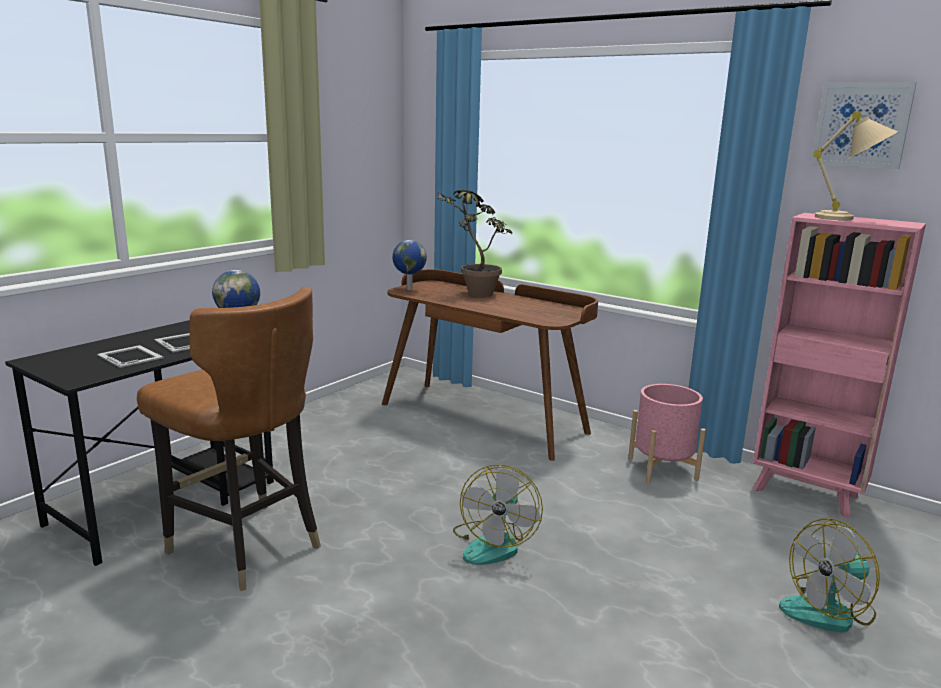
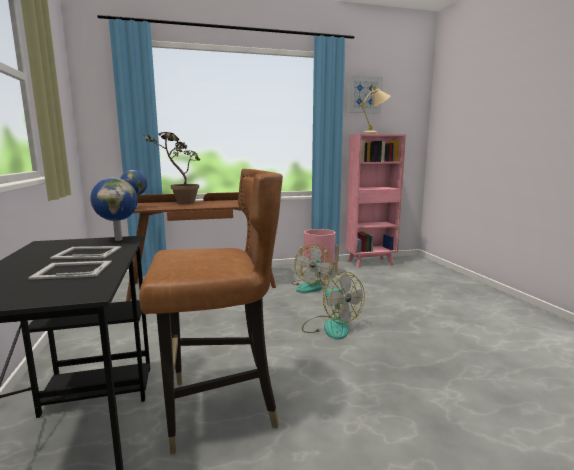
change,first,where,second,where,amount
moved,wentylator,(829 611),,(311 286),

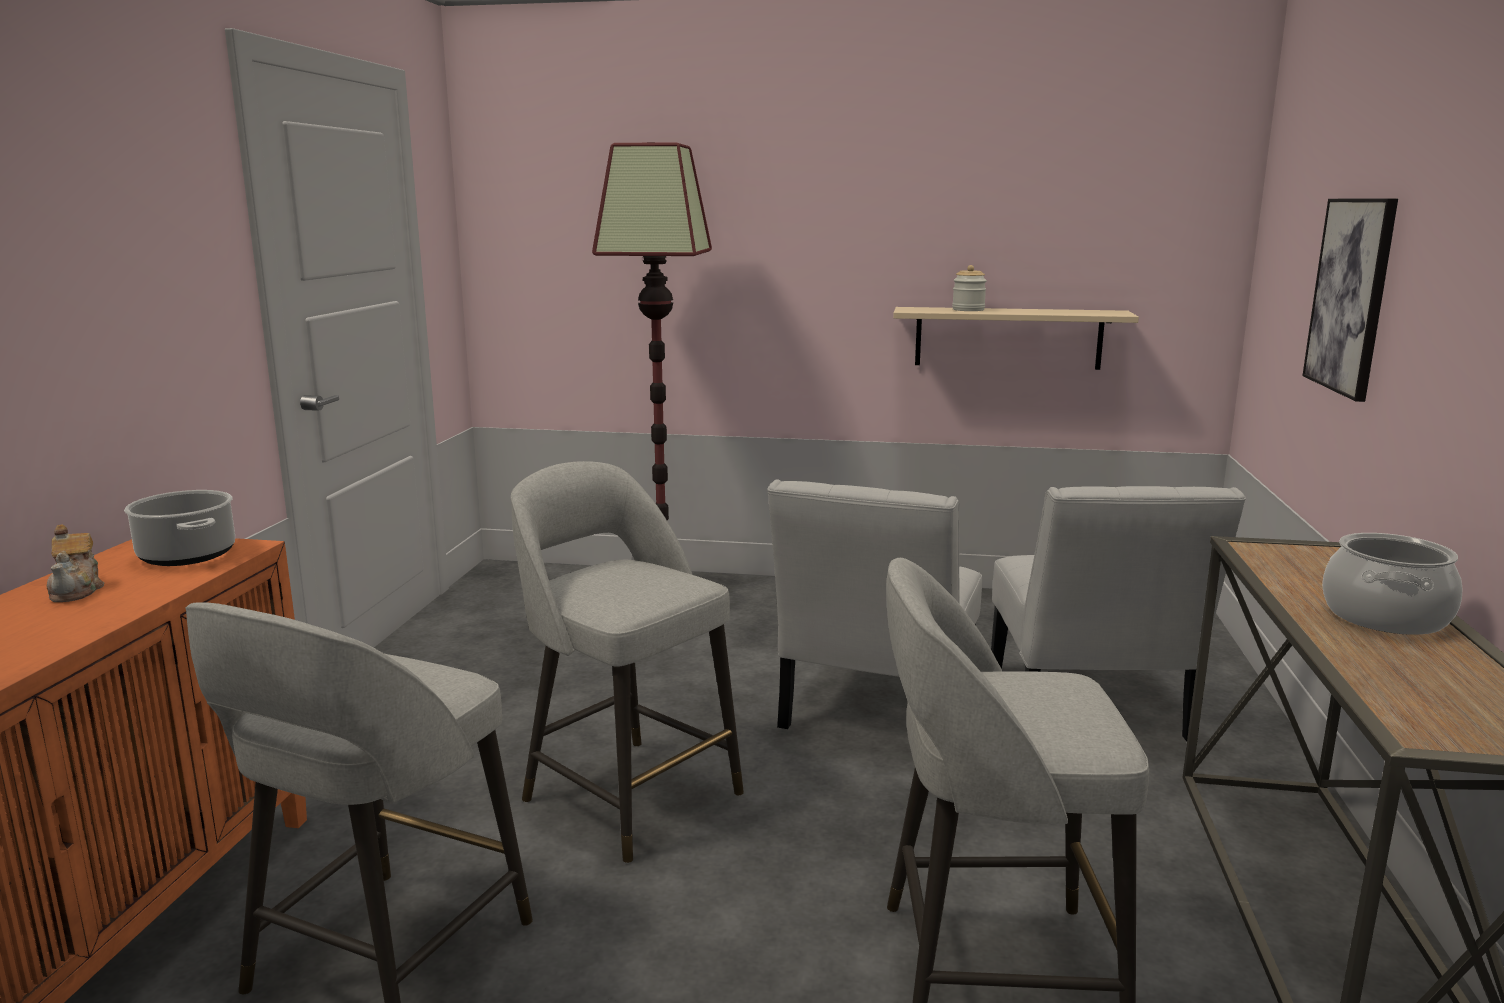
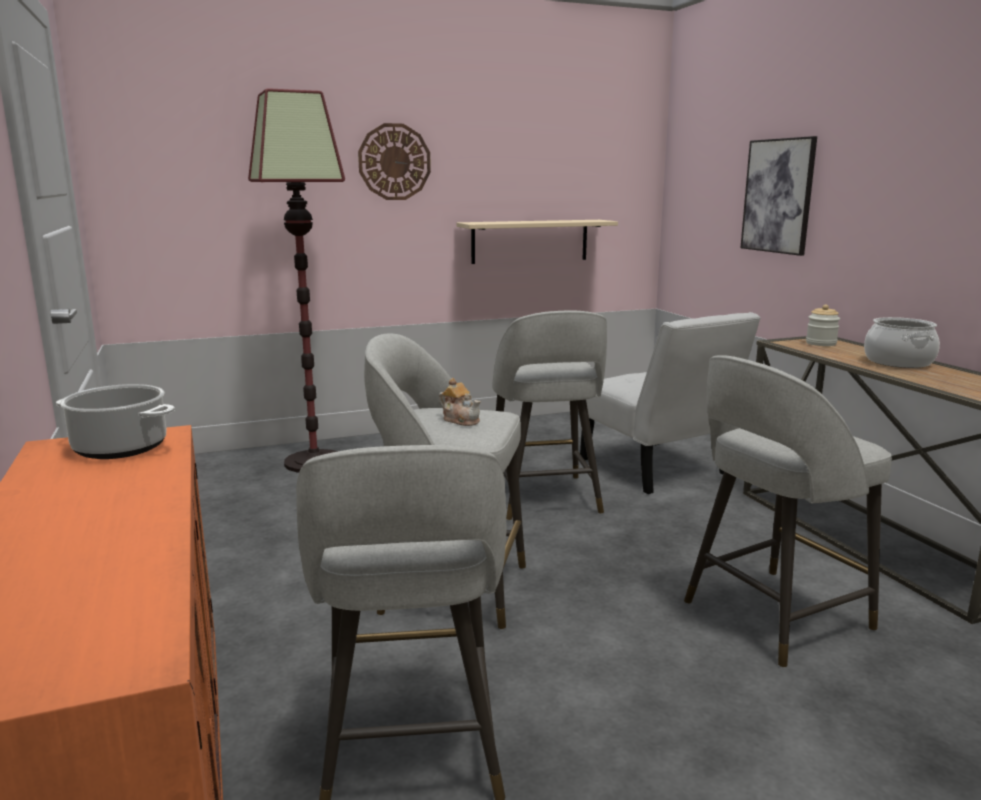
change,first,where,second,where,amount
added,,,zegar ścienny,(394 162),
moved,imbryk,(77 590),,(461 420),
moved,słoik,(968 310),,(821 343),
replaced,krzesło/biały,(875 711),stołek/szary,(545 499),

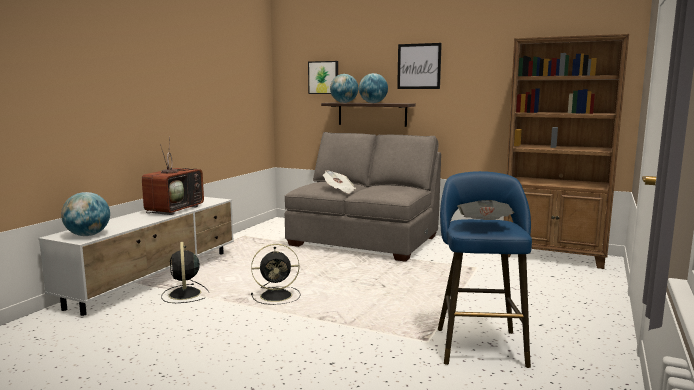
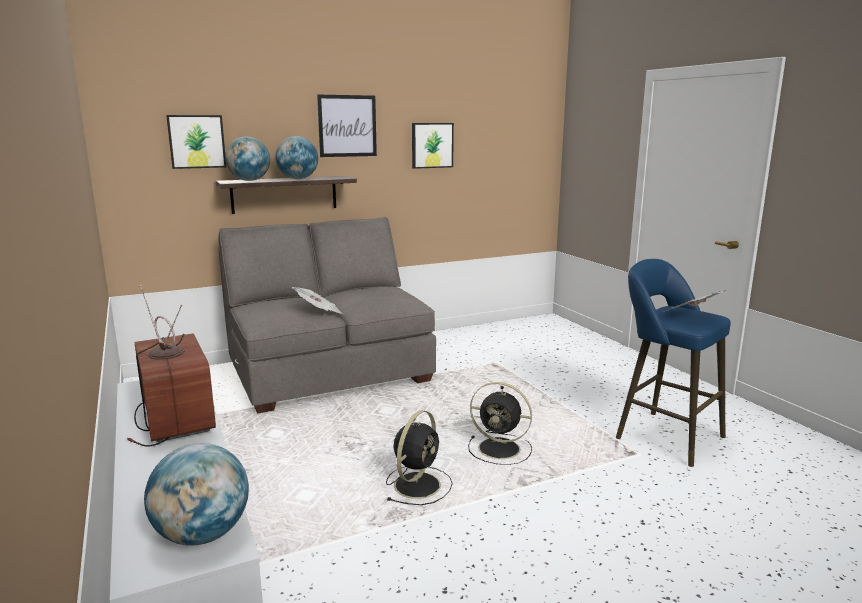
change,first,where,second,where,amount
removed,regał/brązowy,(554 256),,,
added,,,obraz,(431 145),
moved,wentylator/czarny,(185 294),,(501 449),

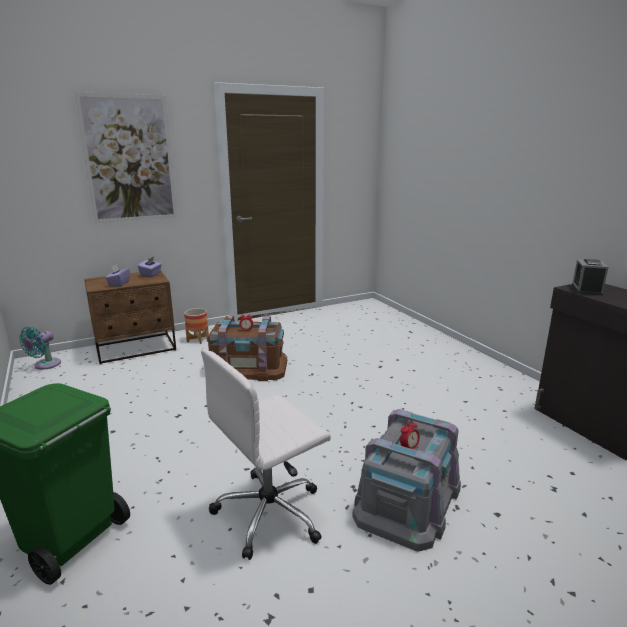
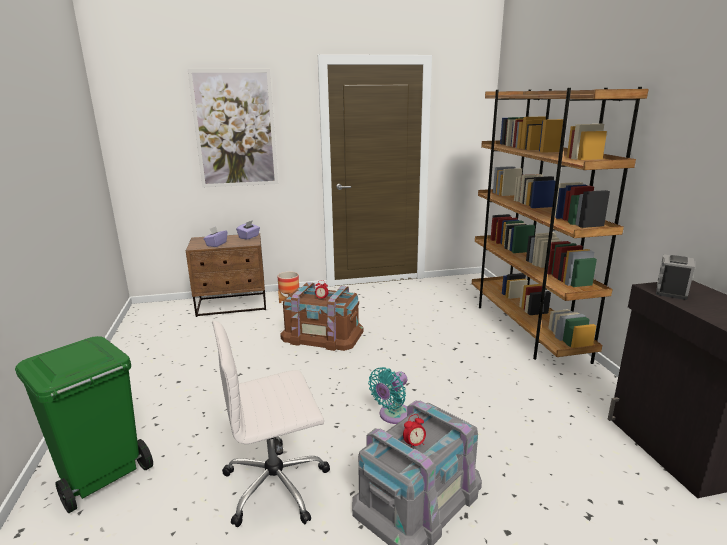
change,first,where,second,where,amount
added,,,regał/brązowy,(525 328),
moved,wentylator/turkusowy,(45 365),,(392 415),

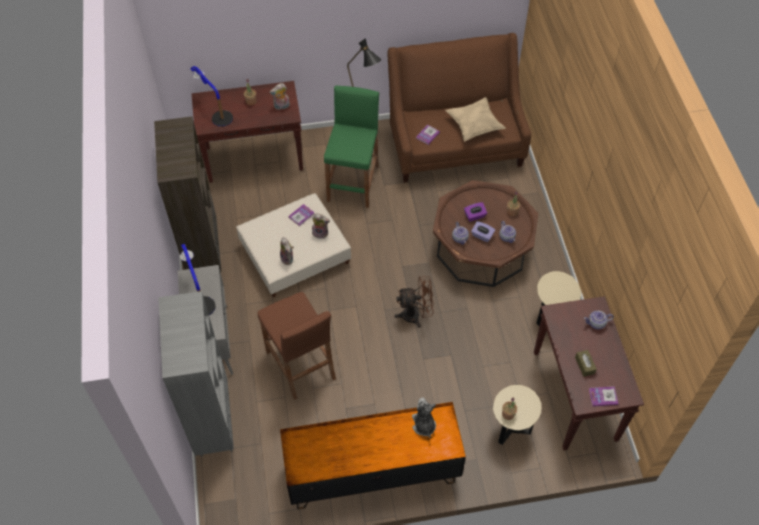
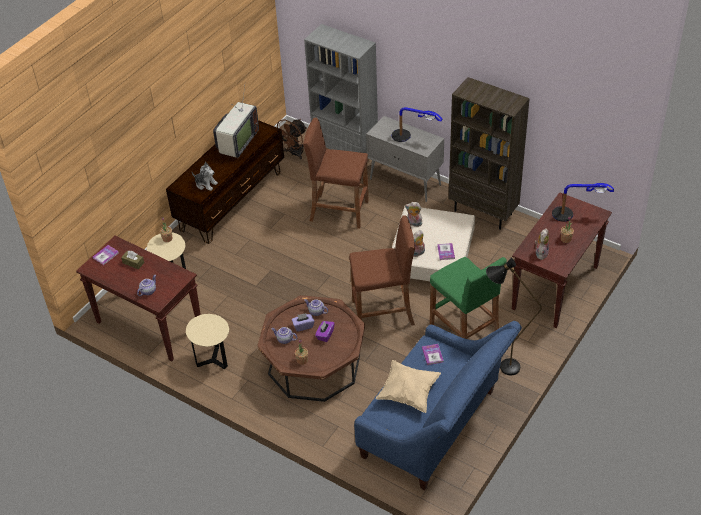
change,first,where,second,where,amount
added,,,telewizor,(237 143),
added,,,stołek/brązowy,(383 313),
moved,wentylator/brązowy,(416 315),,(293 153),
recoloured,kanapa/brązowy,(454 145),kanapa/niebieski,(436 427),

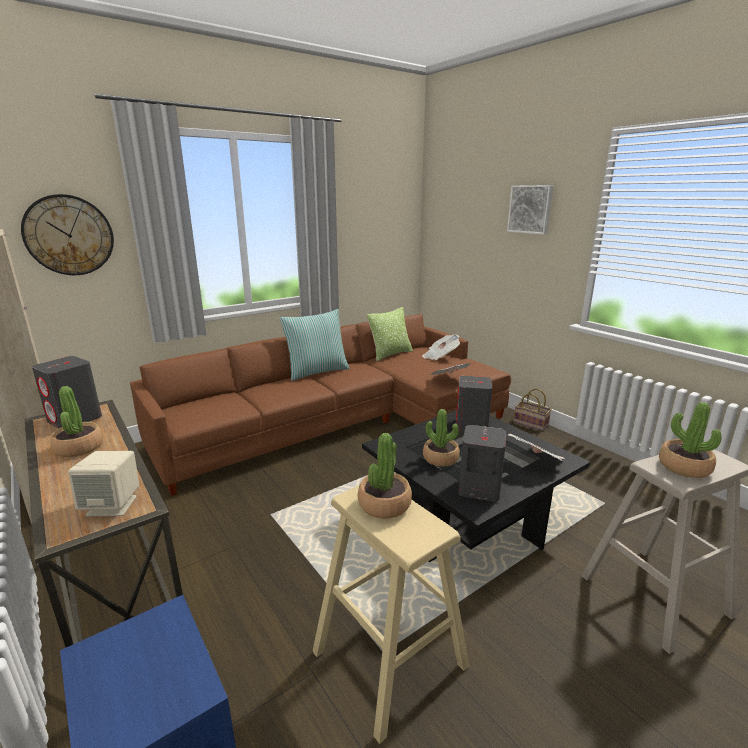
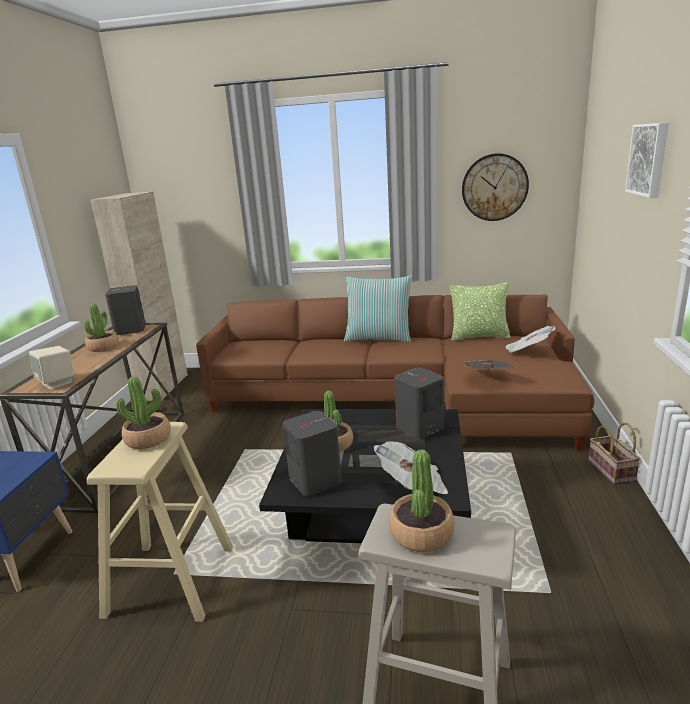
change,first,where,second,where,amount
moved,zegar ścienny,(69 235),,(494 187),

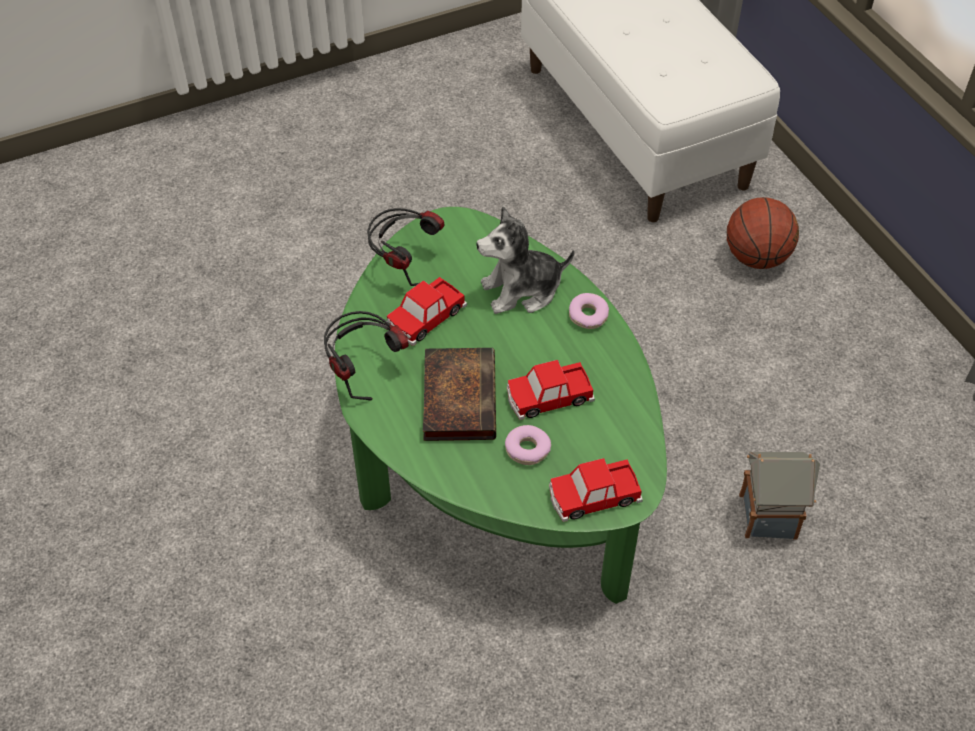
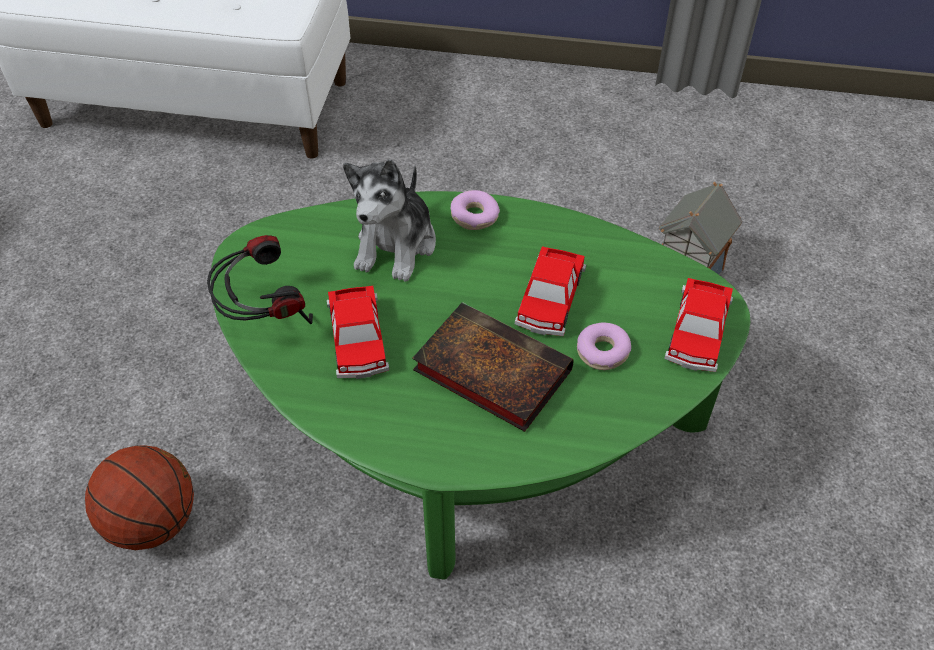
change,first,where,second,where,amount
removed,słuchawki,(364 370),,,
moved,piłka do koszykówki,(756 258),,(153 521),

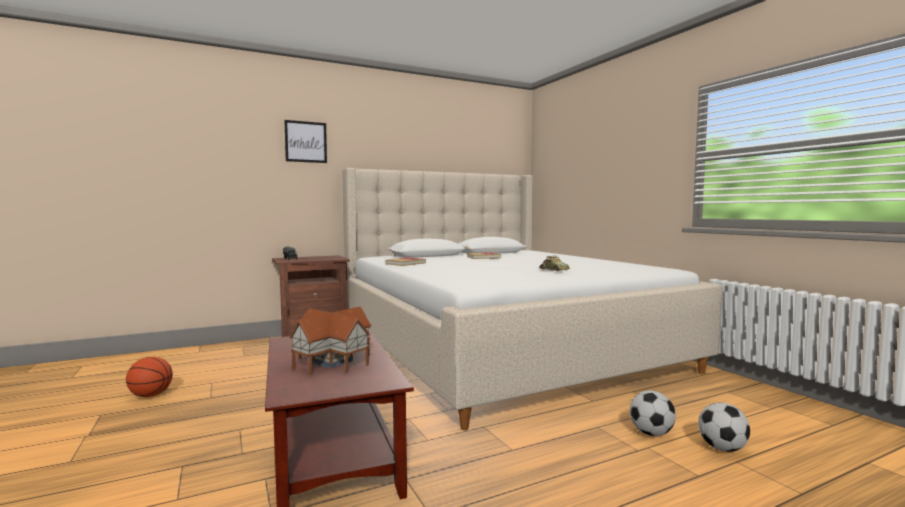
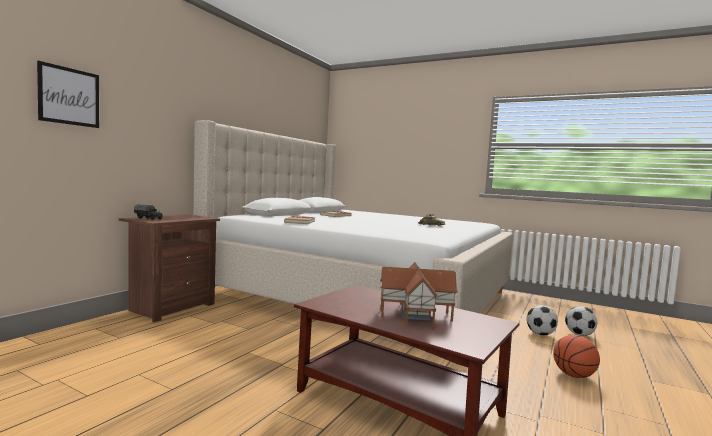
change,first,where,second,where,amount
moved,piłka do koszykówki,(150 395),,(574 375),
moved,obraz,(306 142),,(69 96),

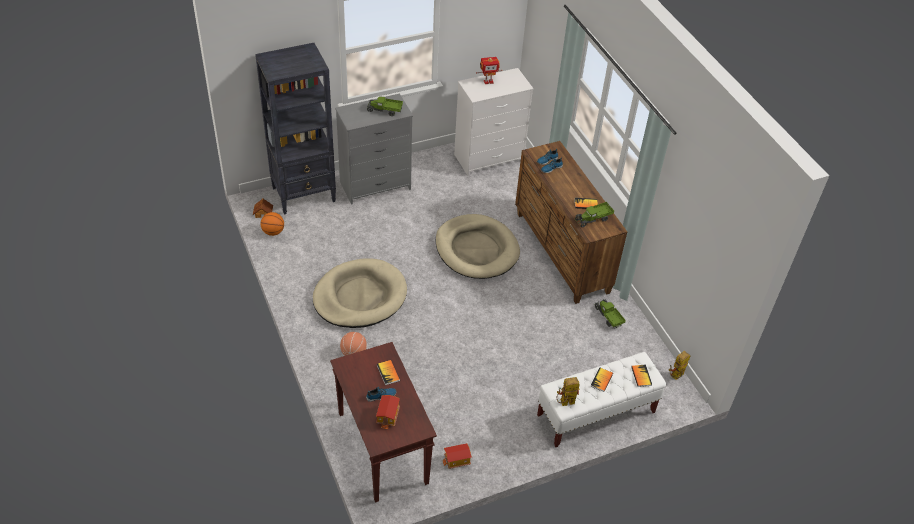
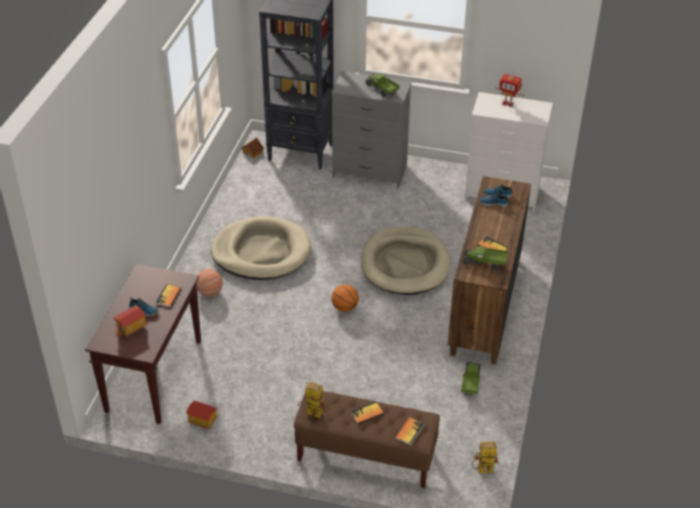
change,first,where,second,where,amount
moved,piłka do koszykówki,(273 232),,(345 307),
recoloured,ławka/biały,(595 414),ławka/brązowy,(365 456),

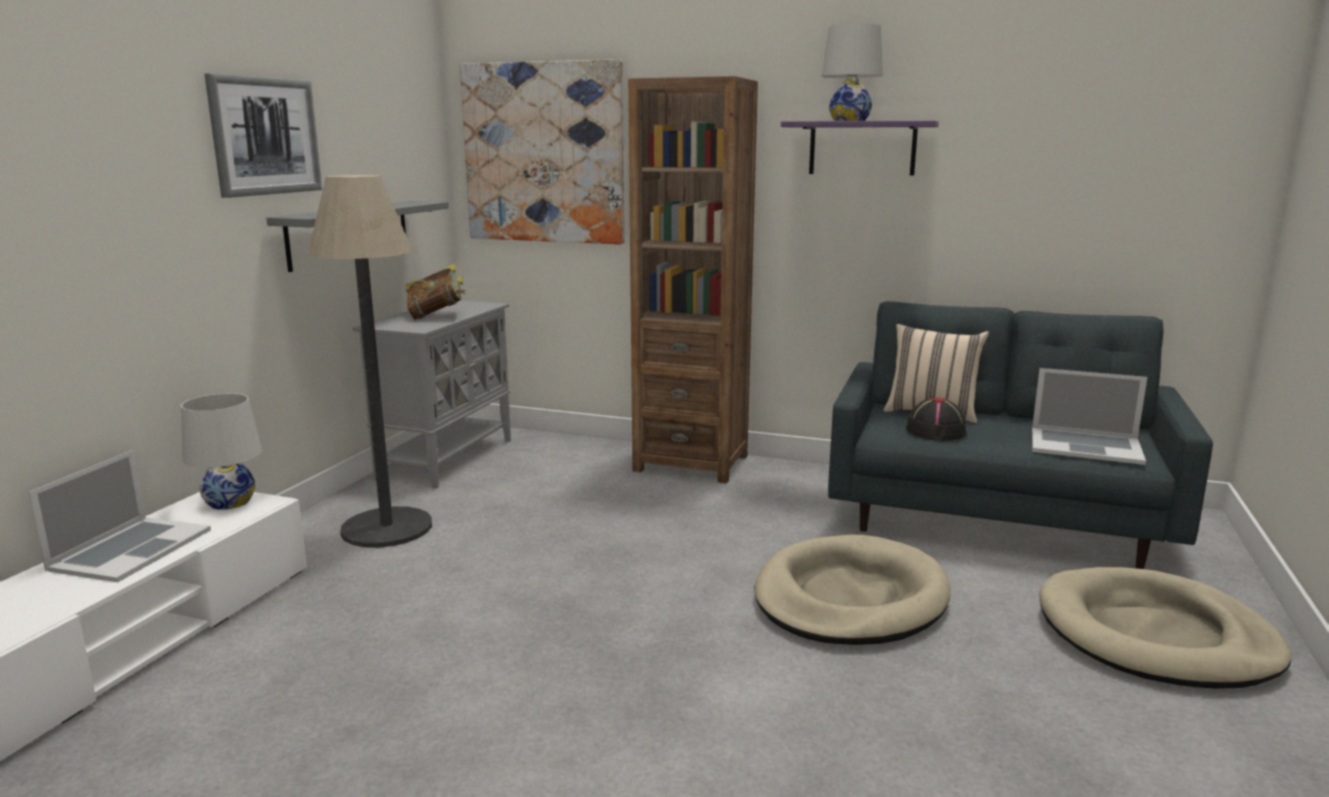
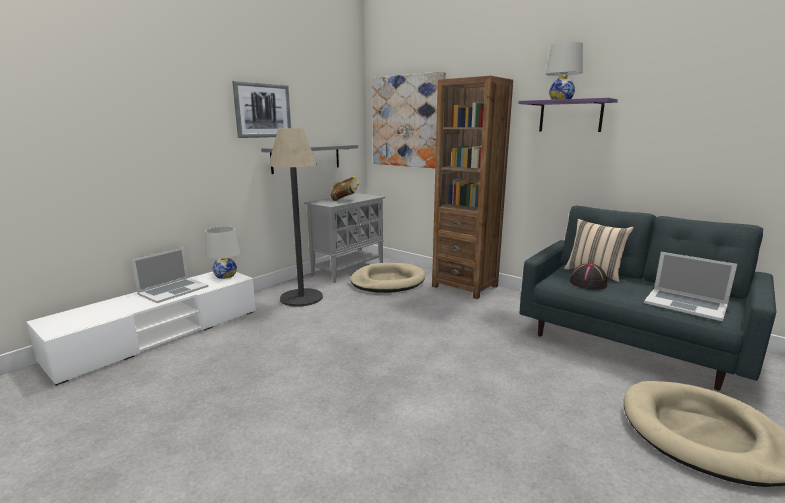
change,first,where,second,where,amount
moved,legowisko/beżowy,(849 598),,(388 281),

